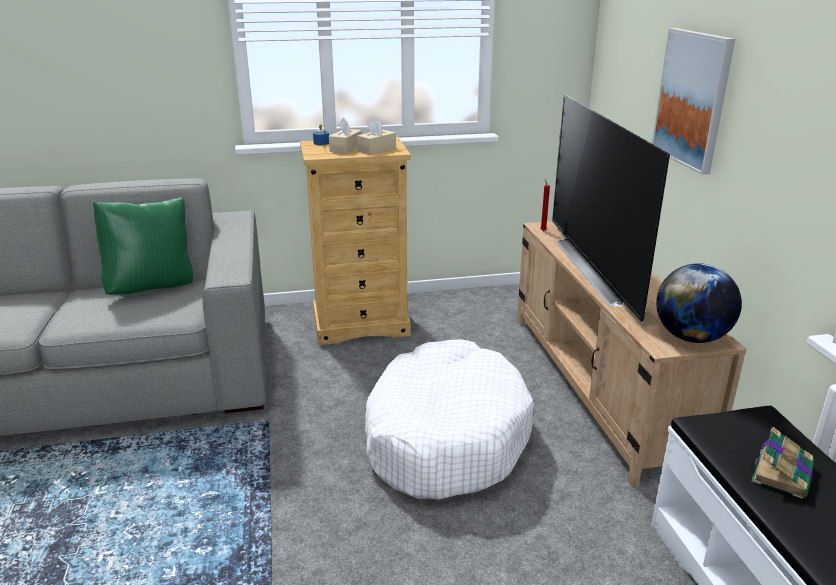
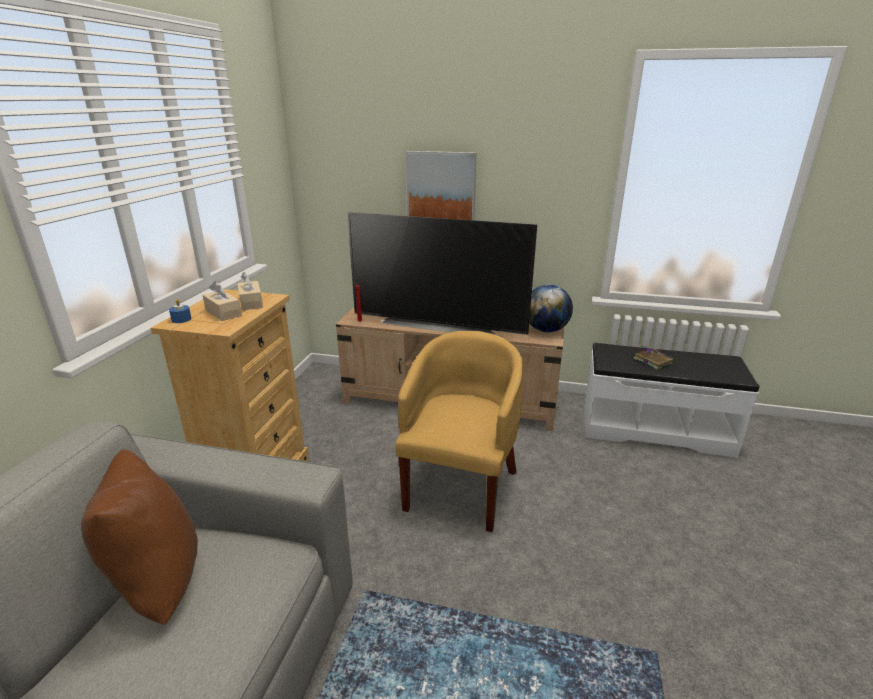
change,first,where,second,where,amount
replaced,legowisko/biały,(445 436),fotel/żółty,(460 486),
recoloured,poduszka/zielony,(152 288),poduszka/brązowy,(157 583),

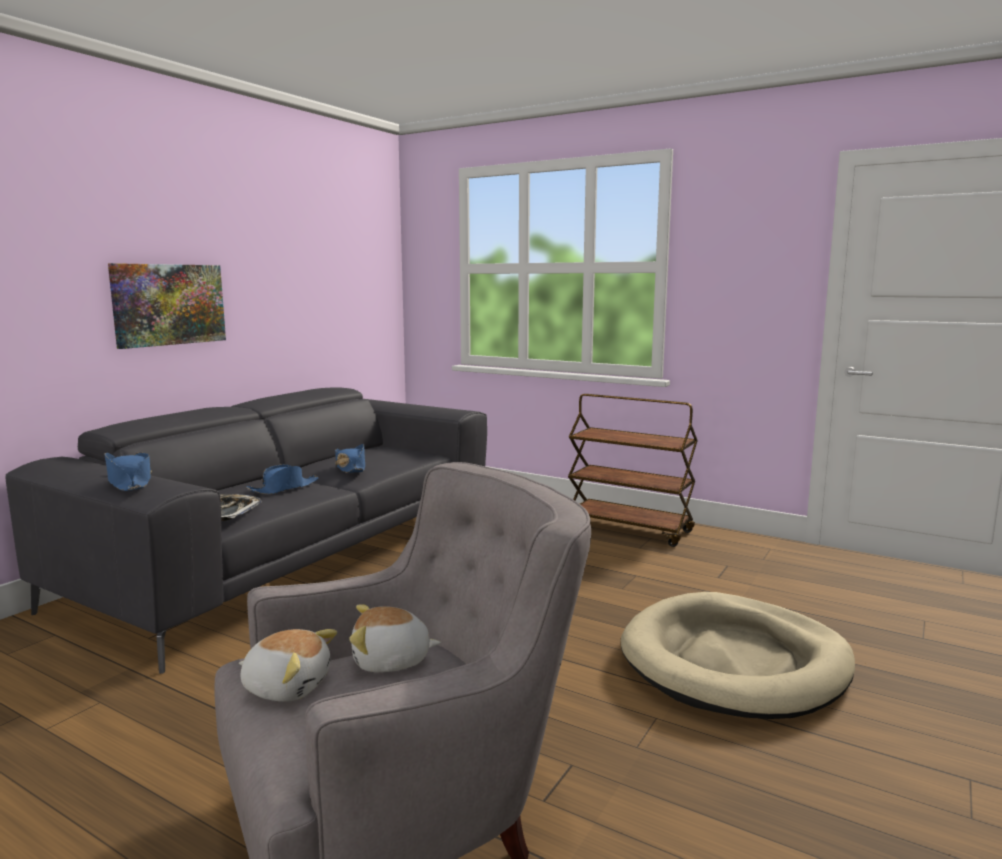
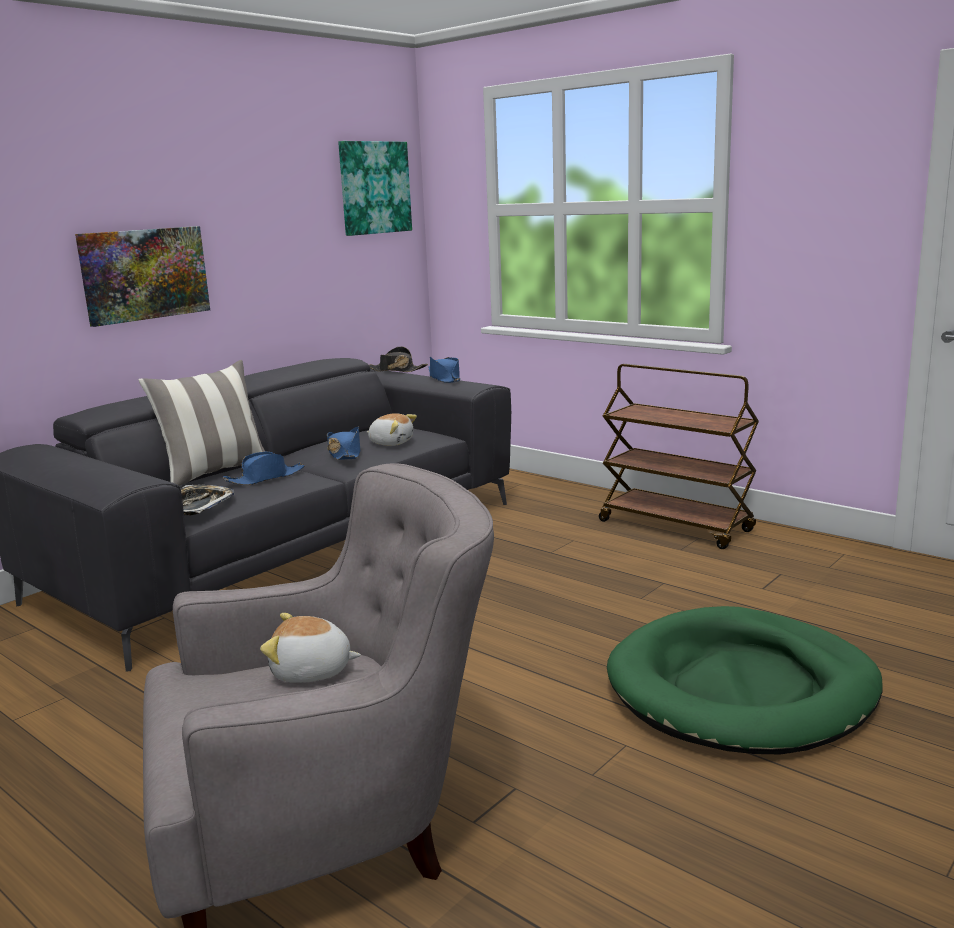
change,first,where,second,where,amount
added,,,poduszka,(215 473),
added,,,obraz,(374 188),
added,,,kapelusz/czarny,(396 370),
moved,kapelusz/niebieski,(129 482),,(444 378),
moved,pluszak,(287 686),,(391 443),
recoloured,legowisko/beżowy,(735 662),legowisko/zielony,(741 688),

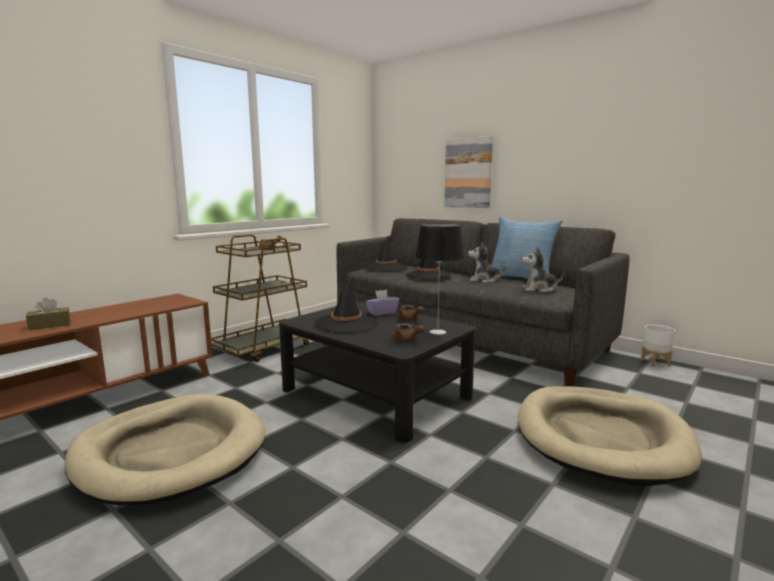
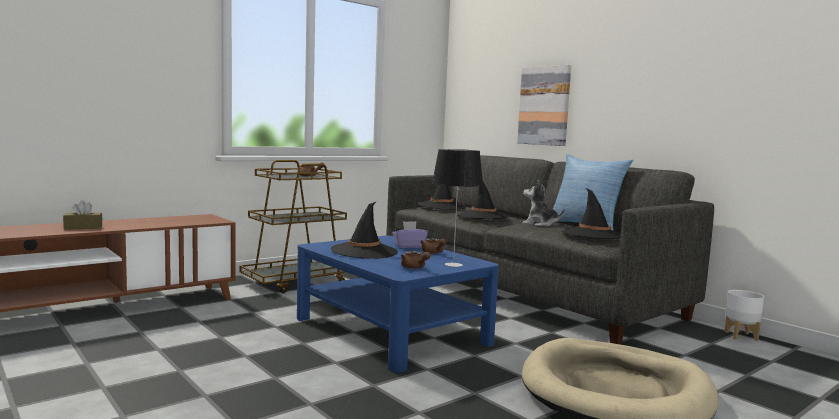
change,first,where,second,where,amount
removed,legowisko/beżowy,(170 452),,,
replaced,pluszak,(539 289),kapelusz/czarny,(593 235),
recoloured,ława/czarny,(376 393),ława/niebieski,(391 330),

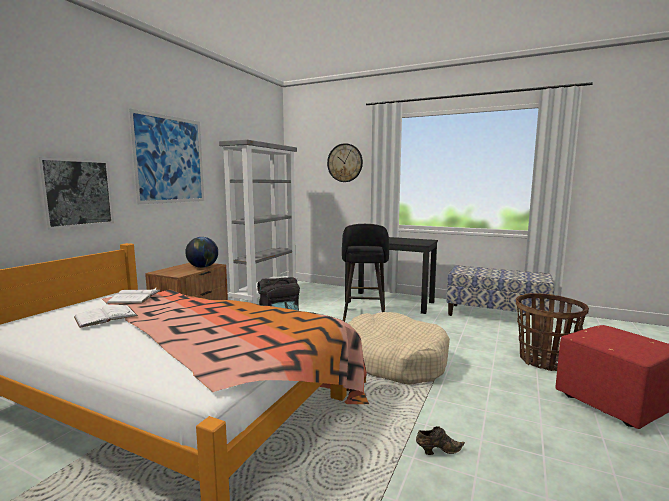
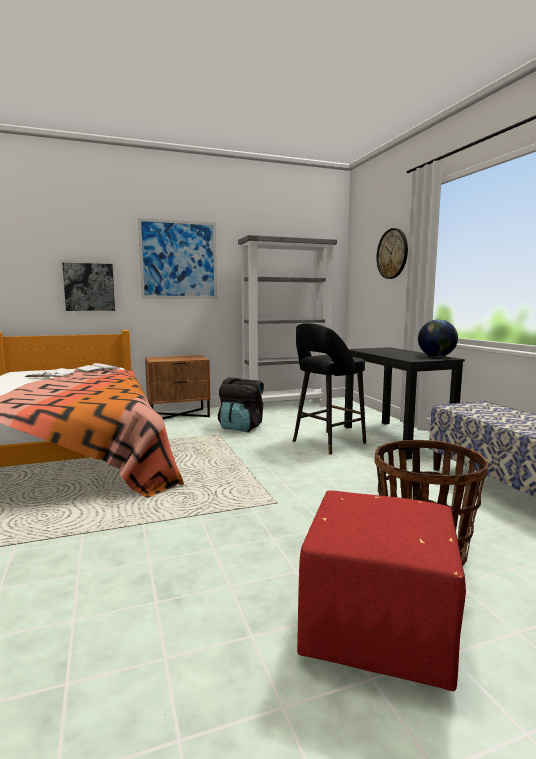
change,first,where,second,where,amount
removed,legowisko/beżowy,(392 360),,,
removed,but/brązowy,(438 451),,,
moved,globus,(203 267),,(436 357),

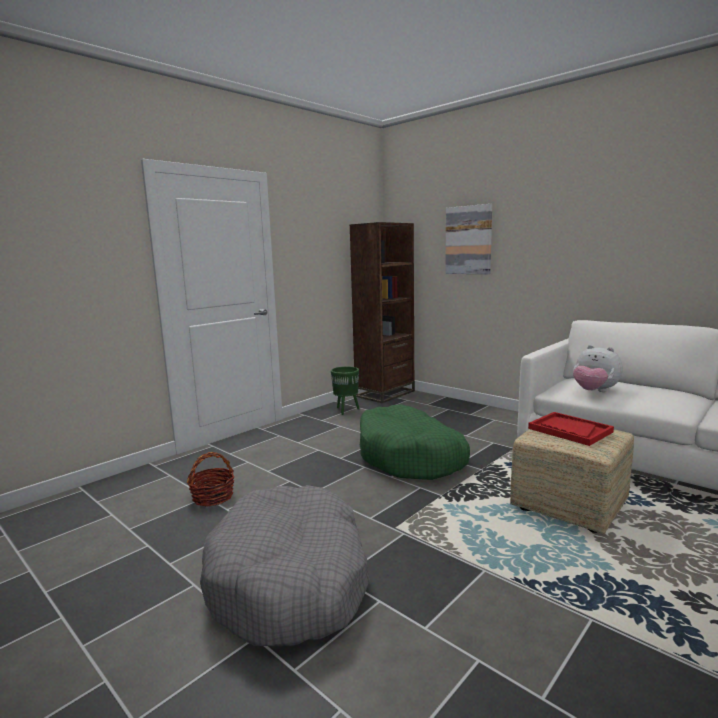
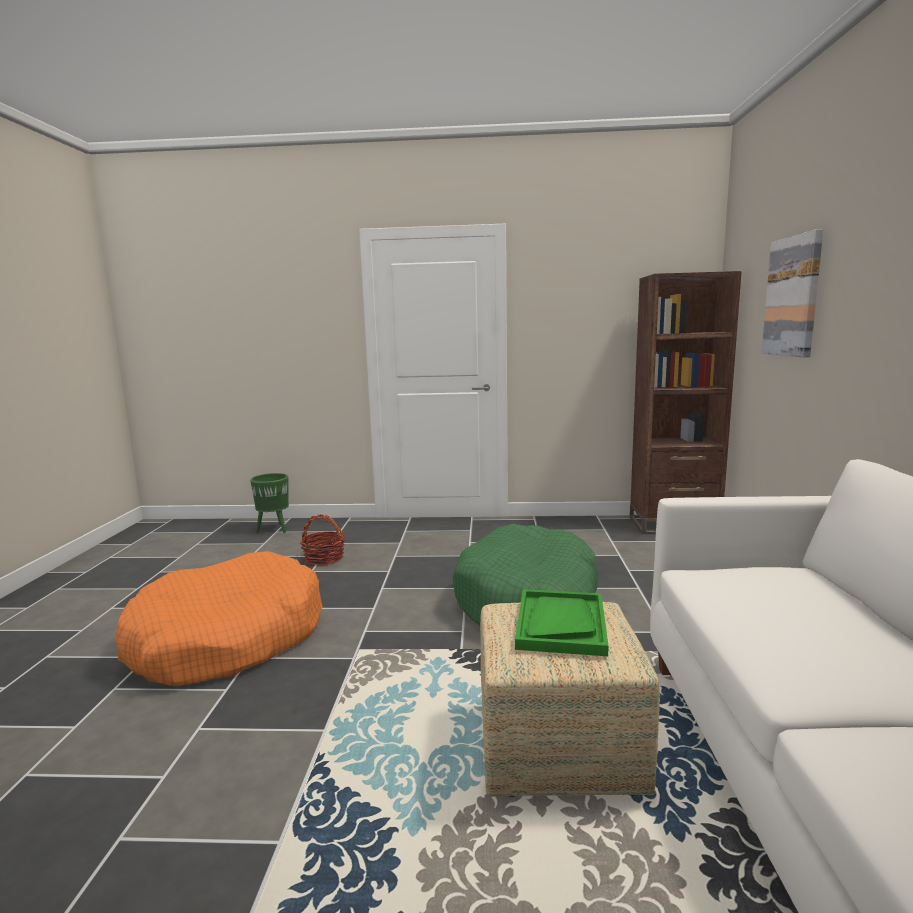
change,first,where,second,where,amount
removed,pluszak,(594 391),,,
moved,donica/zielony,(346 410),,(275 529),
recoloured,legowisko/szary,(290 580),legowisko/pomarańczowy,(228 639),
recoloured,taca/czerwony,(569 430),taca/zielony,(560 624),

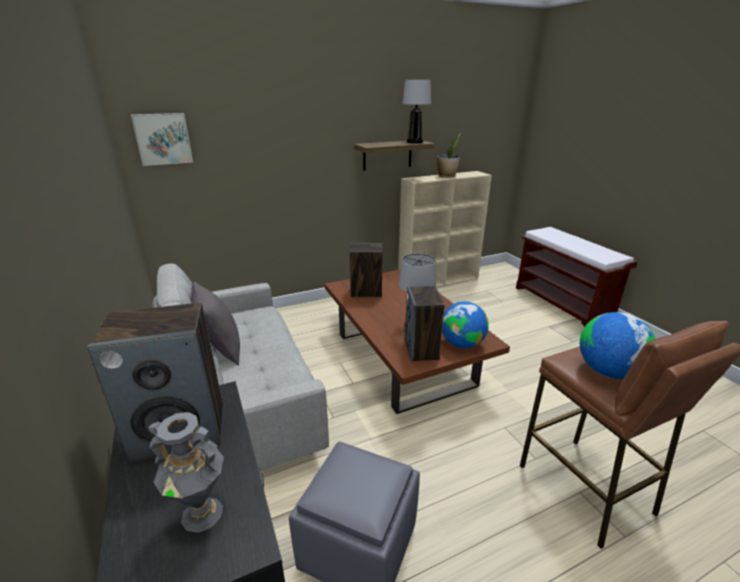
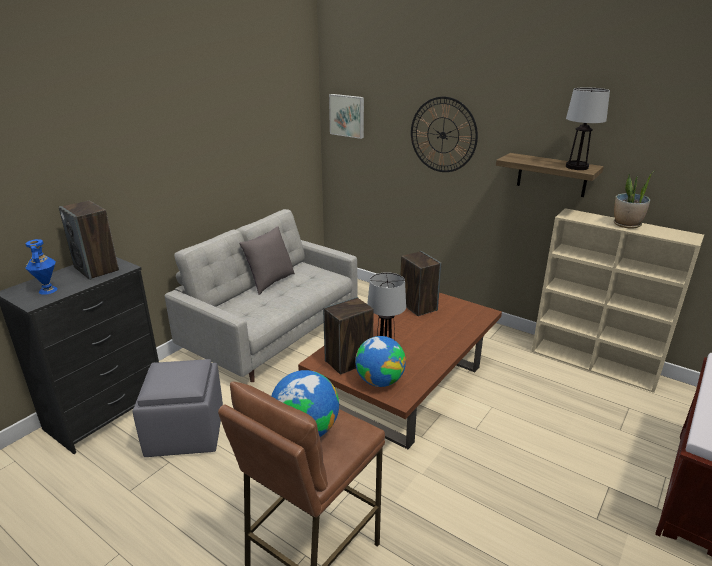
change,first,where,second,where,amount
added,,,zegar ścienny,(443 135),
recoloured,wazon/szary,(203 513),wazon/niebieski,(48 290),

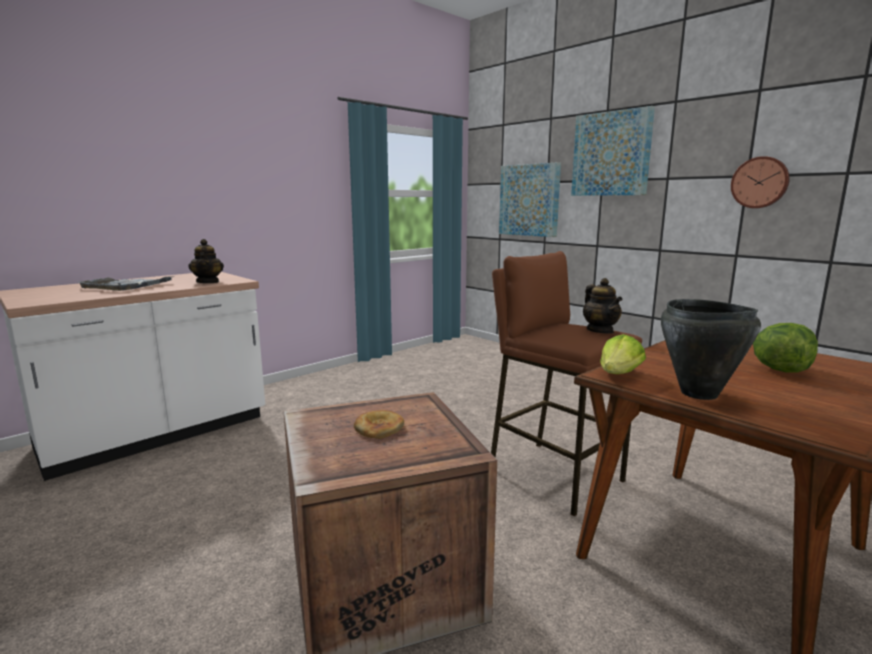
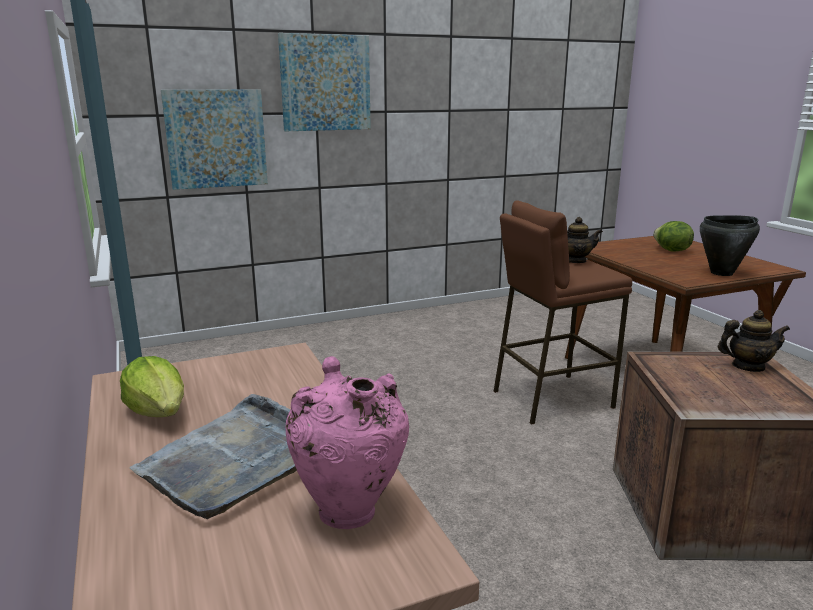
change,first,where,second,where,amount
removed,chleb,(379 427),,,
removed,zegar ścienny,(760 182),,,
added,,,wazon/różowy,(349 509),
moved,imbryk,(208 282),,(747 366),
moved,sałata,(619 375),,(159 412),

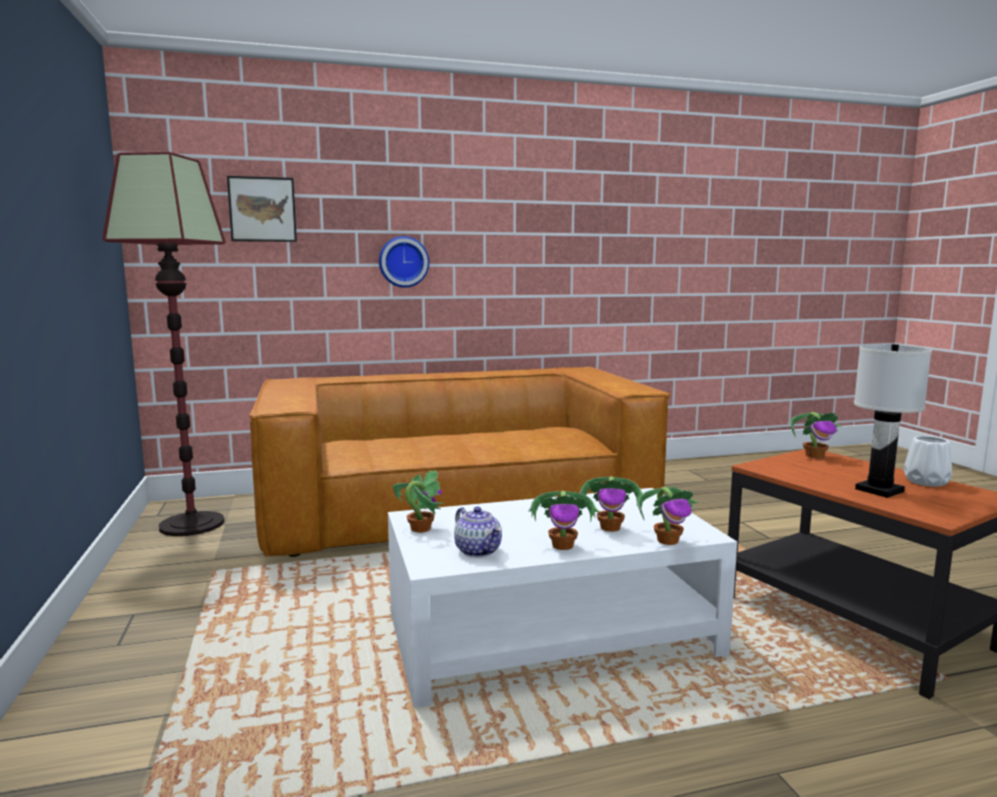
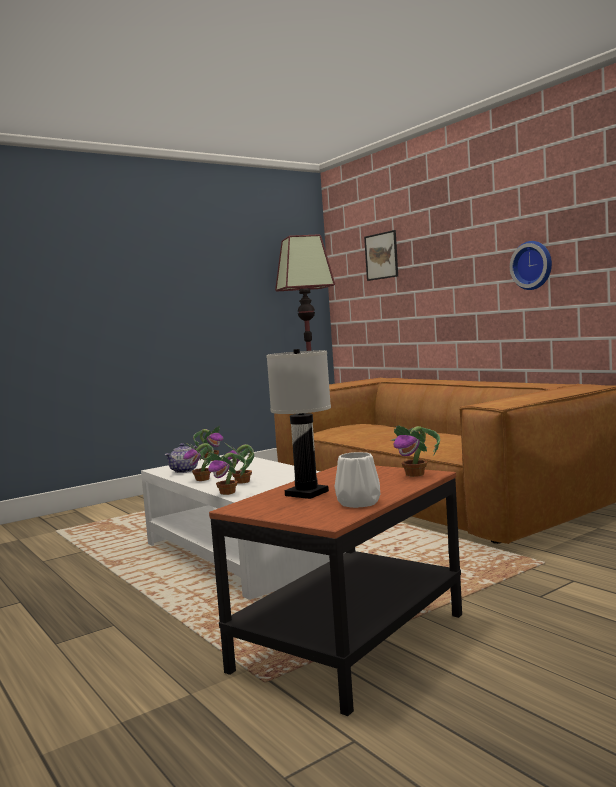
change,first,where,second,where,amount
moved,zegar ścienny,(403 262),,(533 265),

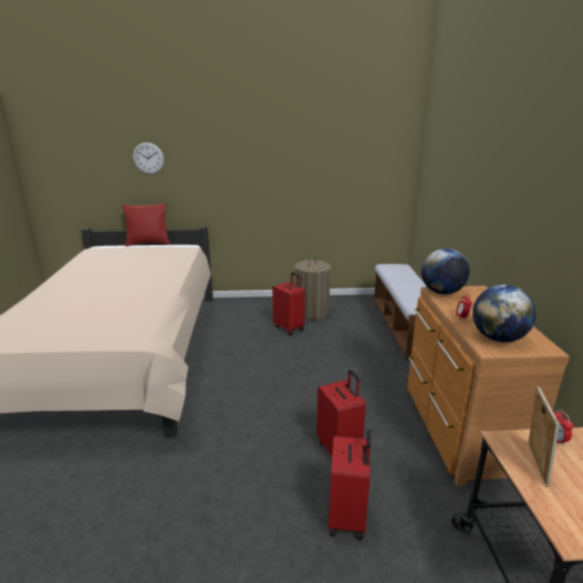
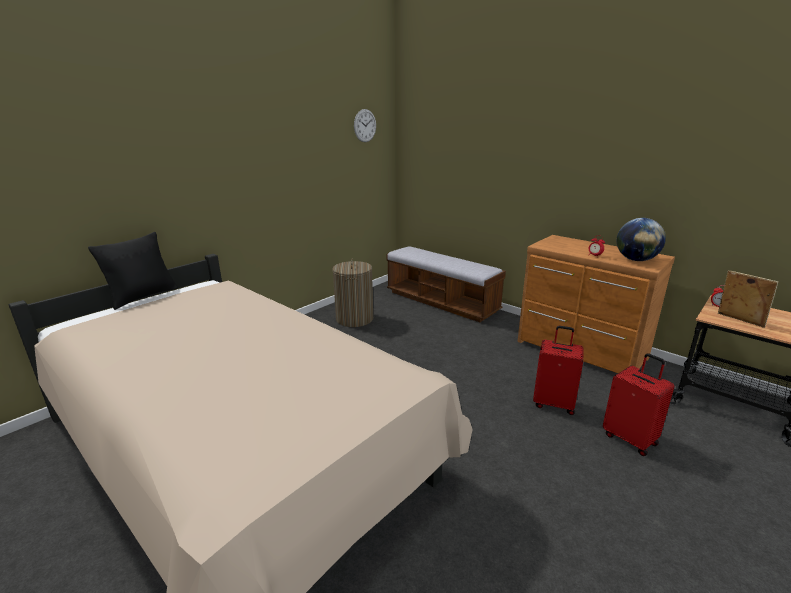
change,first,where,second,where,amount
removed,walizka/czerwony,(289 328),,,
removed,globus,(441 292),,,
moved,zegar ścienny,(148 158),,(365 125),
recoloured,poduszka/czerwony,(148 243),poduszka/czarny,(143 296),

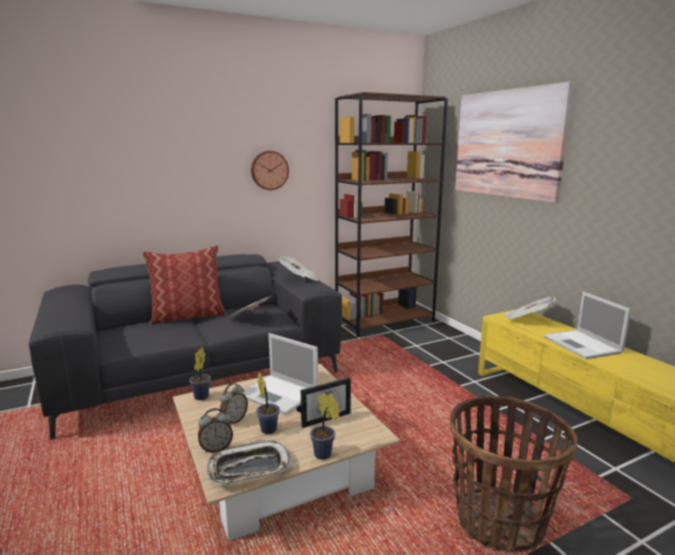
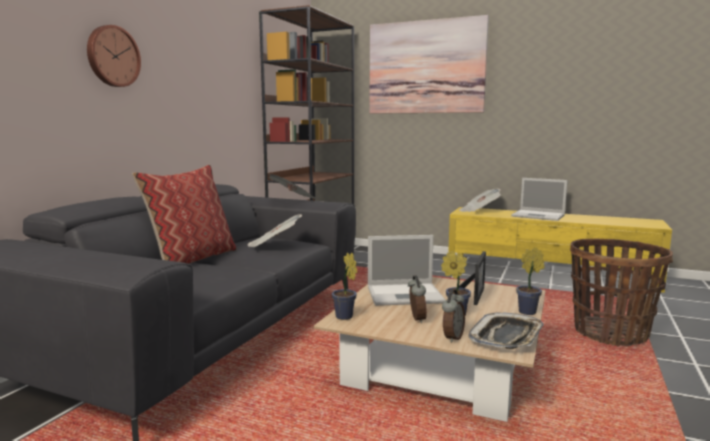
change,first,where,second,where,amount
moved,zegar ścienny,(269 170),,(112 56),

